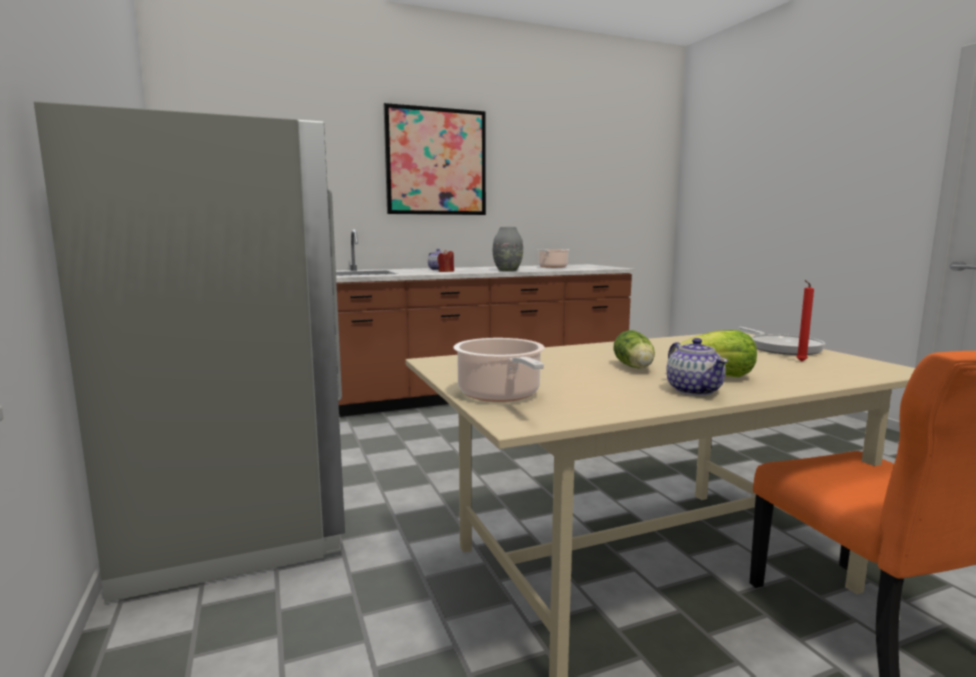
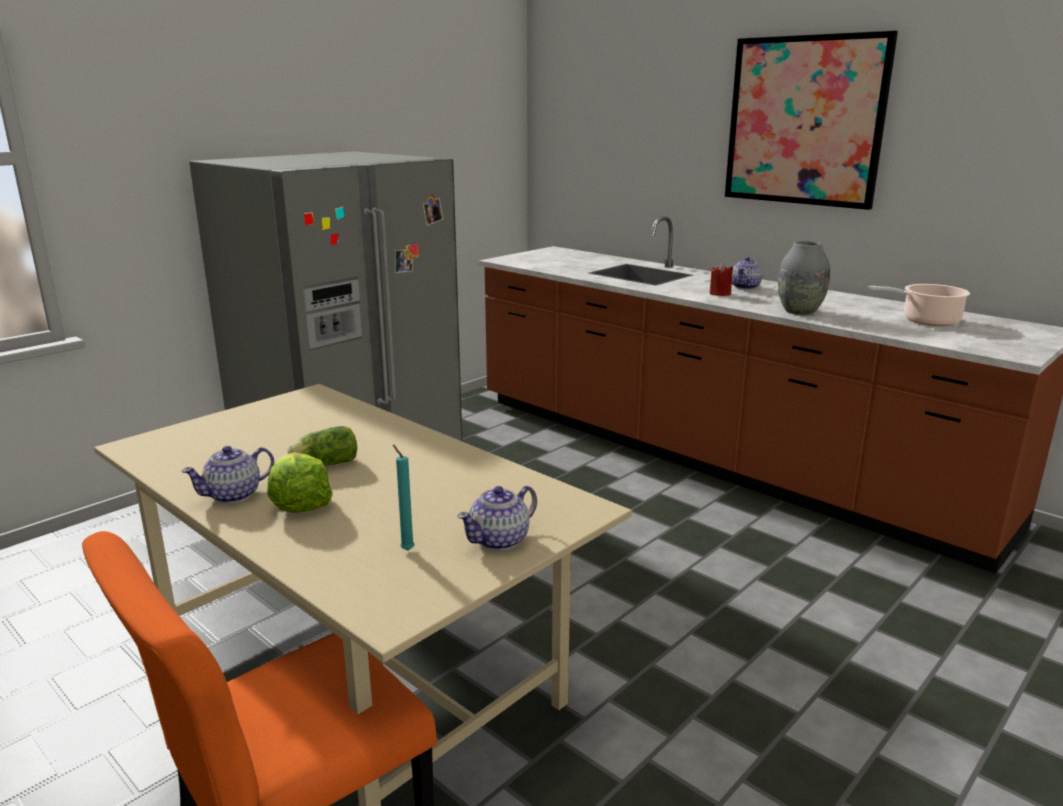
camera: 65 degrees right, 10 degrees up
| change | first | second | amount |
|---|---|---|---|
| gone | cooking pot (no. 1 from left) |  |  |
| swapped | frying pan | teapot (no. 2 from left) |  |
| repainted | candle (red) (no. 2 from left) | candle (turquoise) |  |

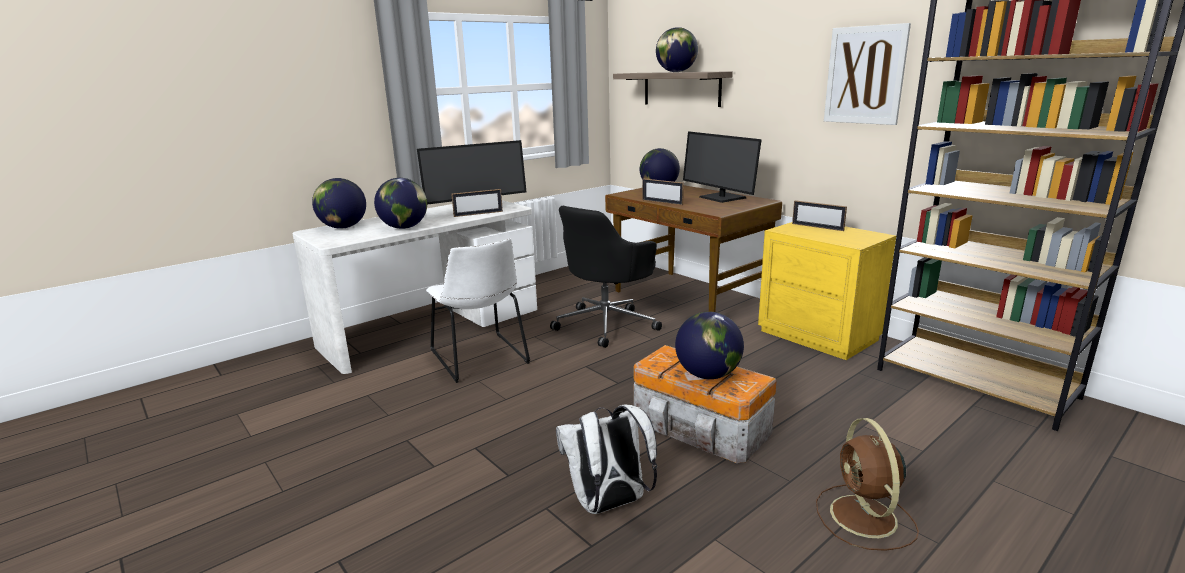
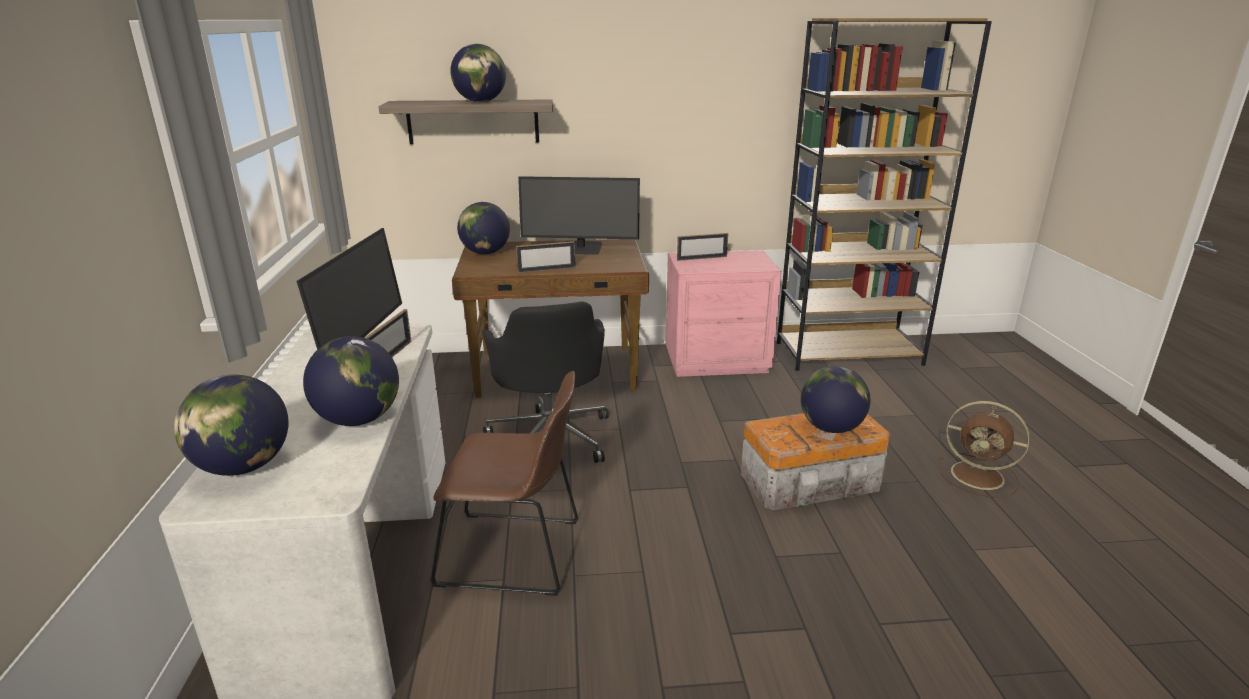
camera: 55 degrees left, 5 degrees up
| change | first | second | amount |
|---|---|---|---|
| gone | backpack (white) |  |  |
| gone | picture |  |  |
| repainted | chair (white) | chair (brown) |  |
| repainted | nightstand (yellow) | nightstand (pink) |  |

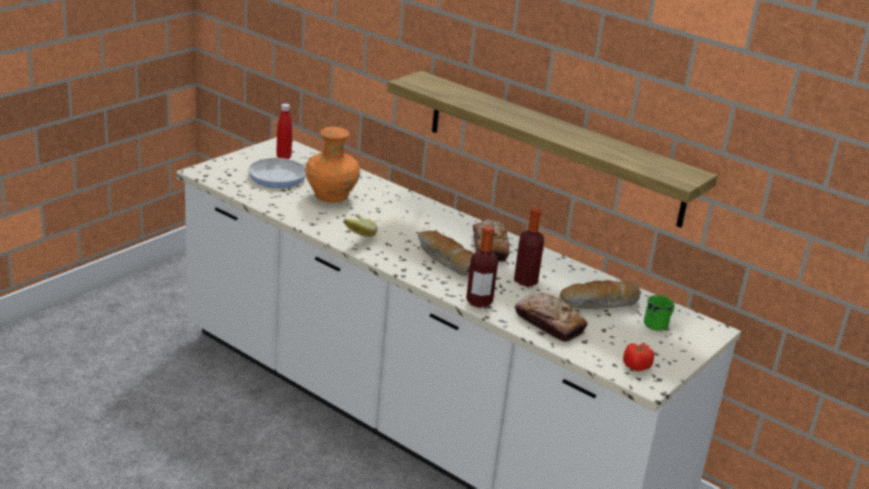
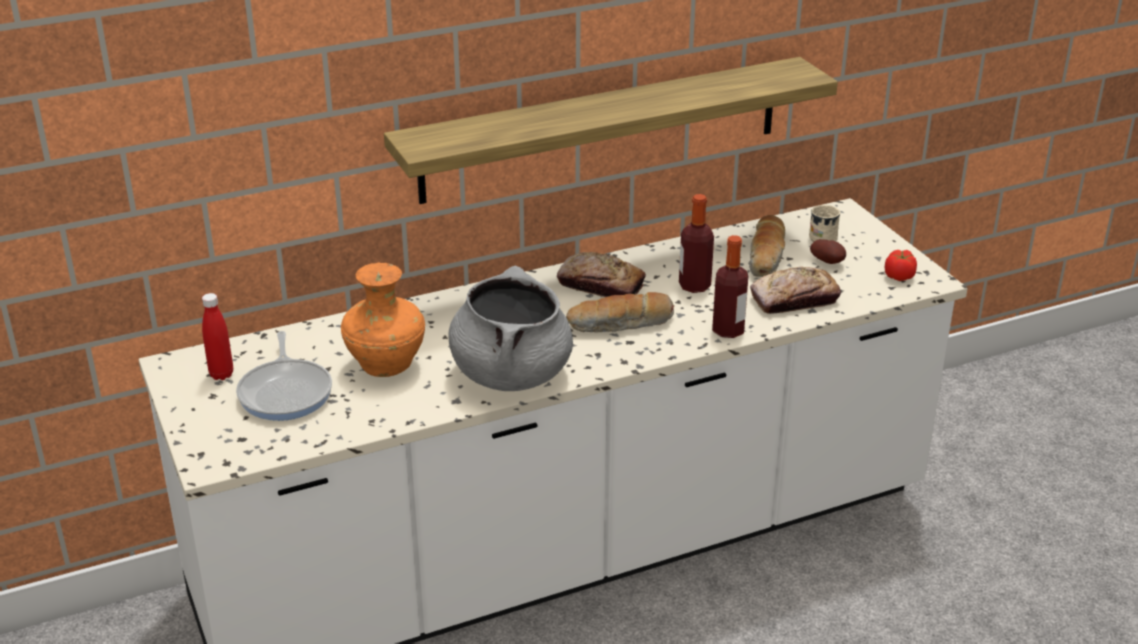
camera: 60 degrees left, 5 degrees up
| change | first | second | amount |
|---|---|---|---|
| new |  | potato |  |
| swapped | banana | cooking pot (grey) |  |
| repainted | mug (green) | mug (beige) |  |

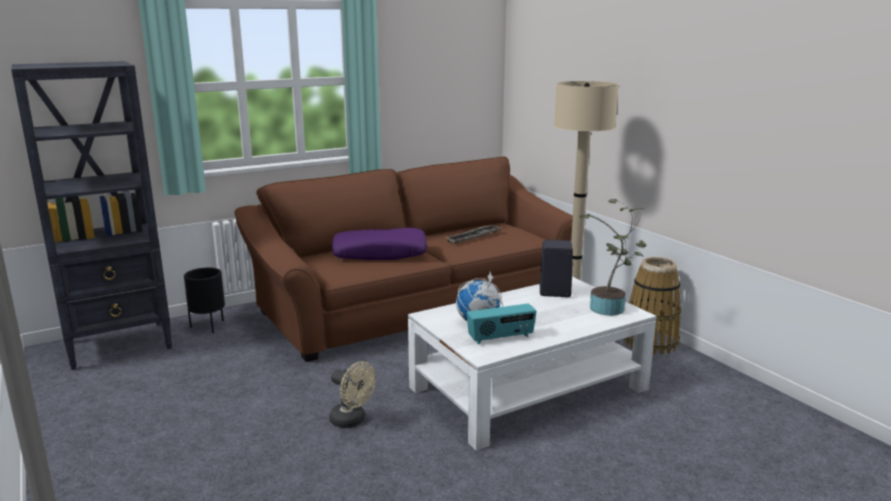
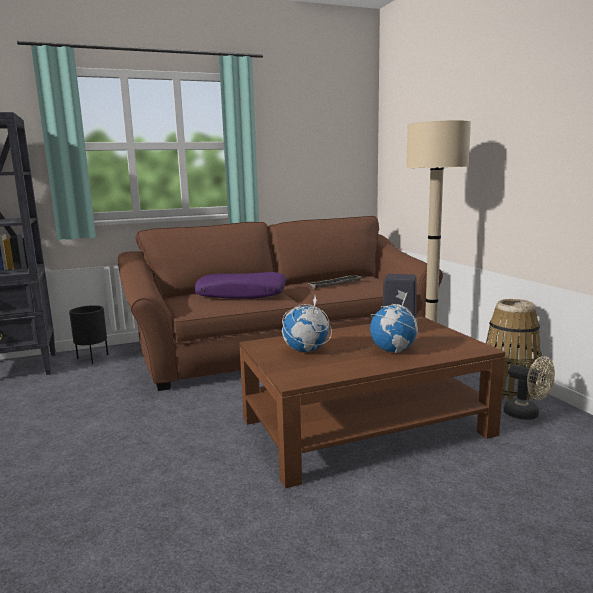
camera: 10 degrees right, 5 degrees down
| change | first | second | amount |
|---|---|---|---|
| gone | radio |  |  |
| gone | potted plant |  |  |
| new |  | globe (no. 2 from left) |  |
| shifted | fan (beige) |  |  |
| repainted | coffee table (white) | coffee table (brown) |  |

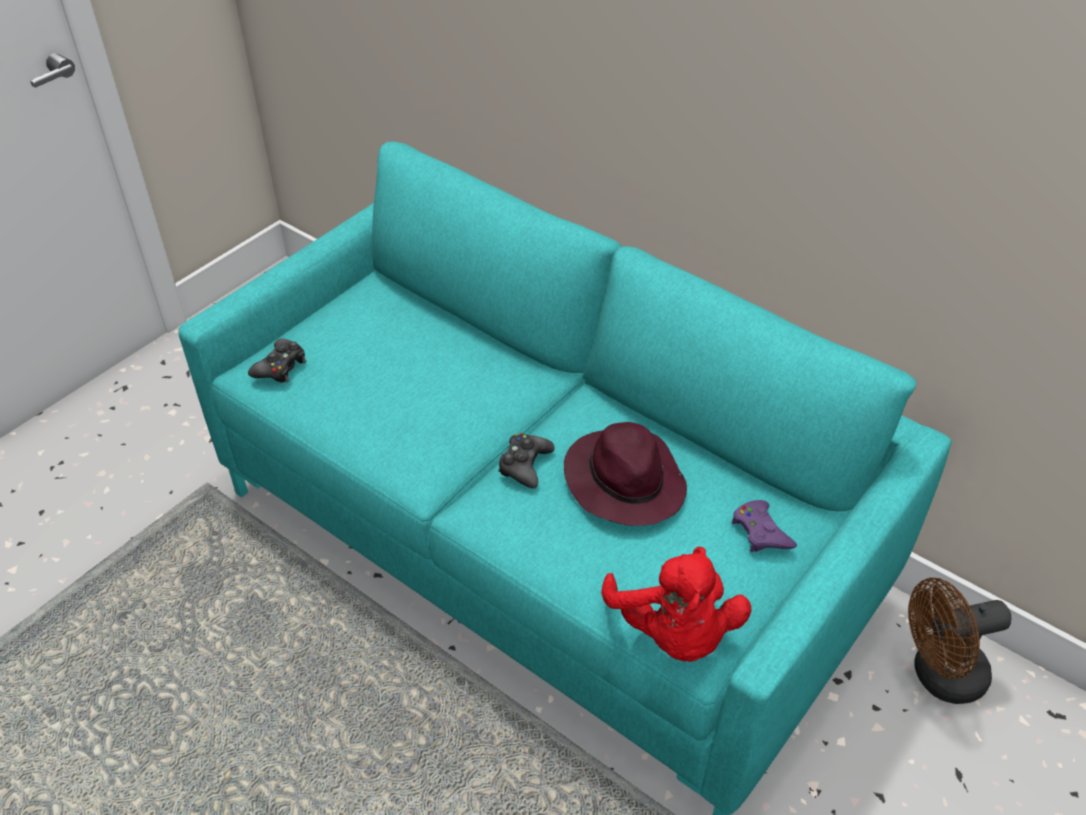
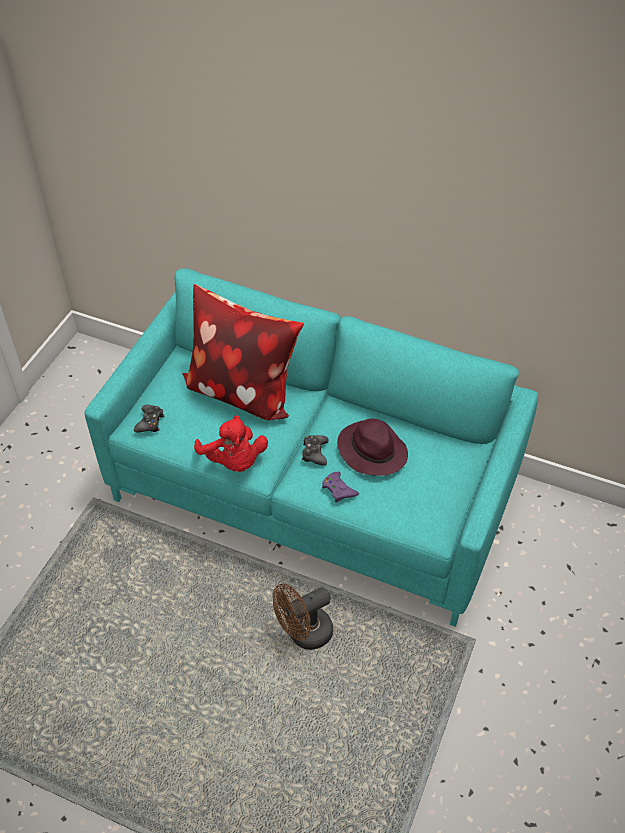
camera: 15 degrees left, 5 degrees up
| change | first | second | amount |
|---|---|---|---|
| new |  | pillow |  |
| shifted | plush toy (red) |  |  |
| shifted | game controller (purple) |  |  |
| shifted | fan (brown) |  |  |

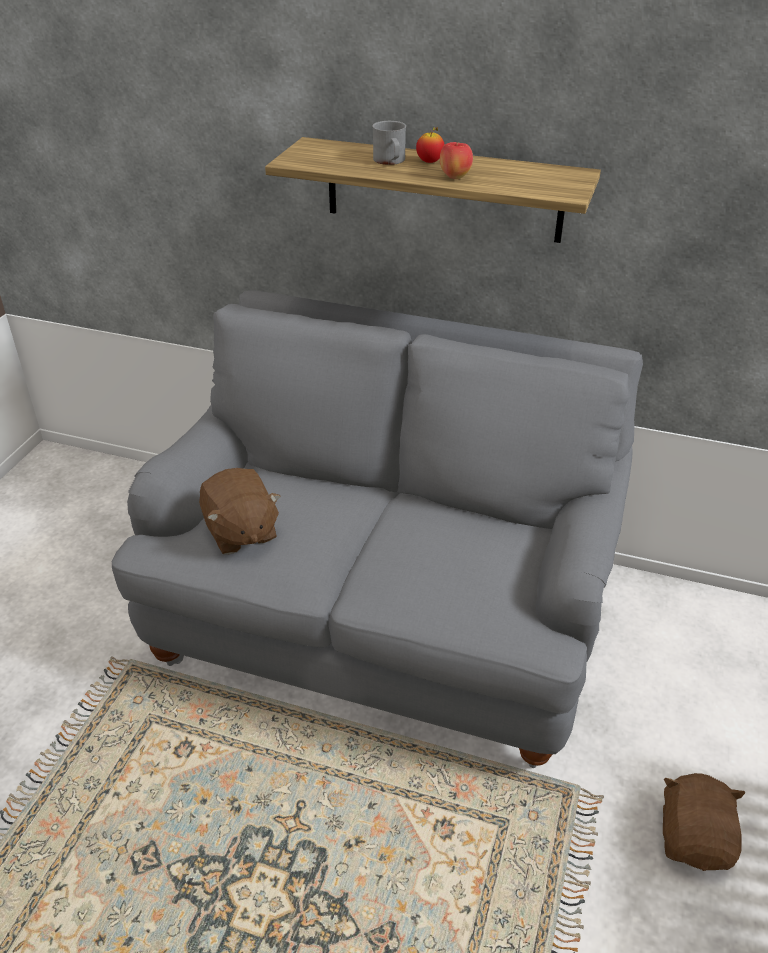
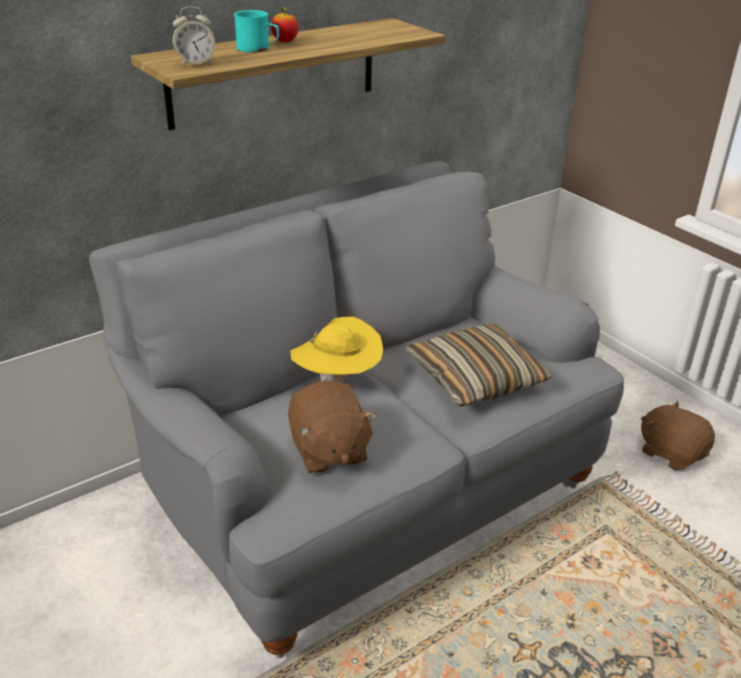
camera: 55 degrees left, 5 degrees down
| change | first | second | amount |
|---|---|---|---|
| gone | apple (no. 2 from left) |  |  |
| new |  | alarm clock |  |
| new |  | hat (yellow) |  |
| new |  | pillow |  |
| repainted | mug (grey) | mug (turquoise) |  |
| rotated | plush toy (brown) (no. 1 from left) |  | 60 degrees clockwise |

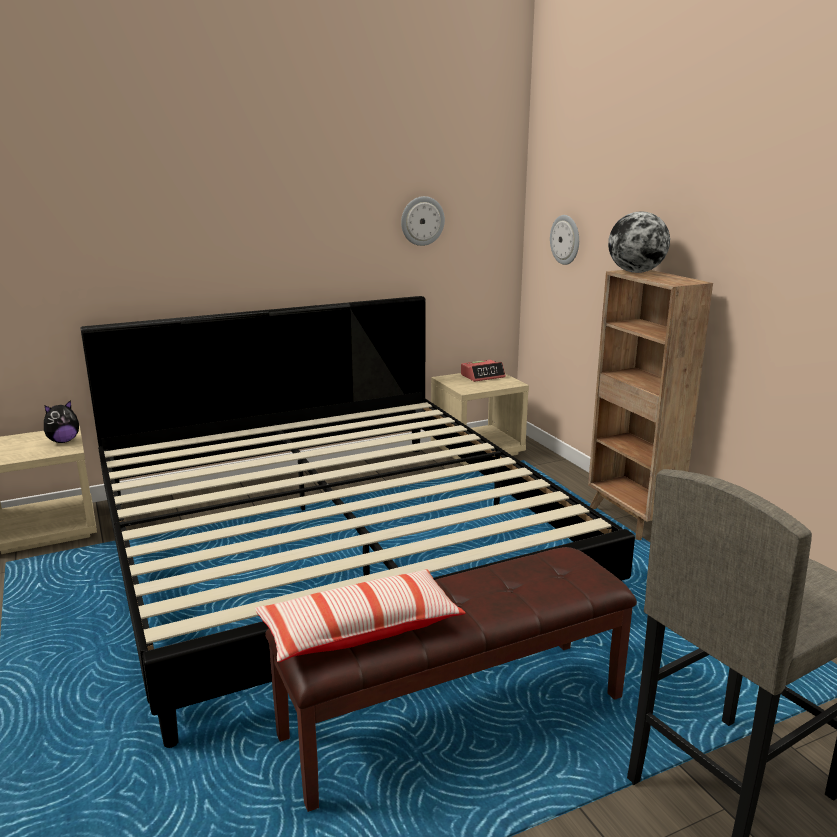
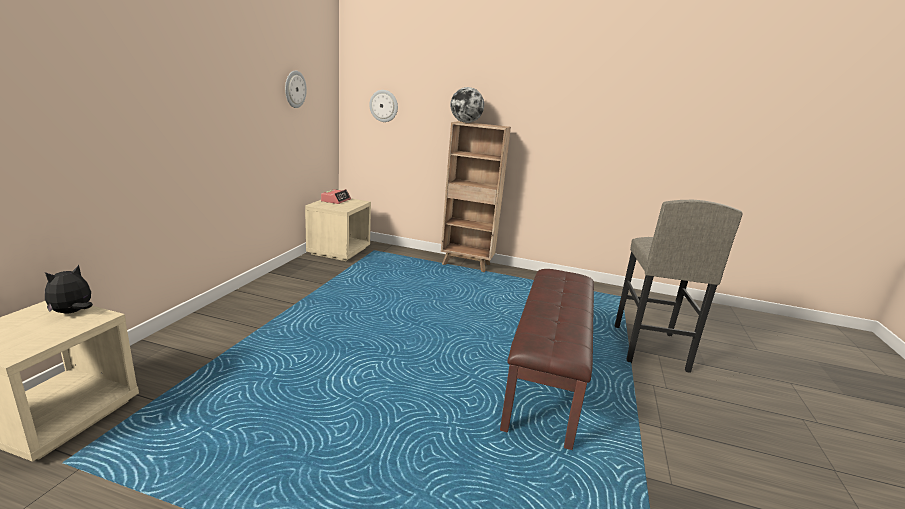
camera: 50 degrees left, 0 degrees up
| change | first | second | amount |
|---|---|---|---|
| gone | bed |  |  |
| gone | pillow |  |  |
| rotated | plush toy |  | 150 degrees counterclockwise |

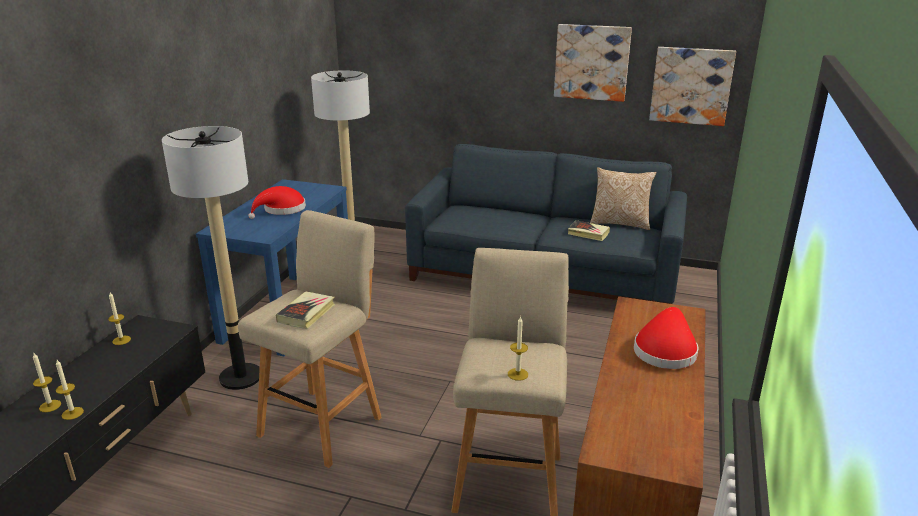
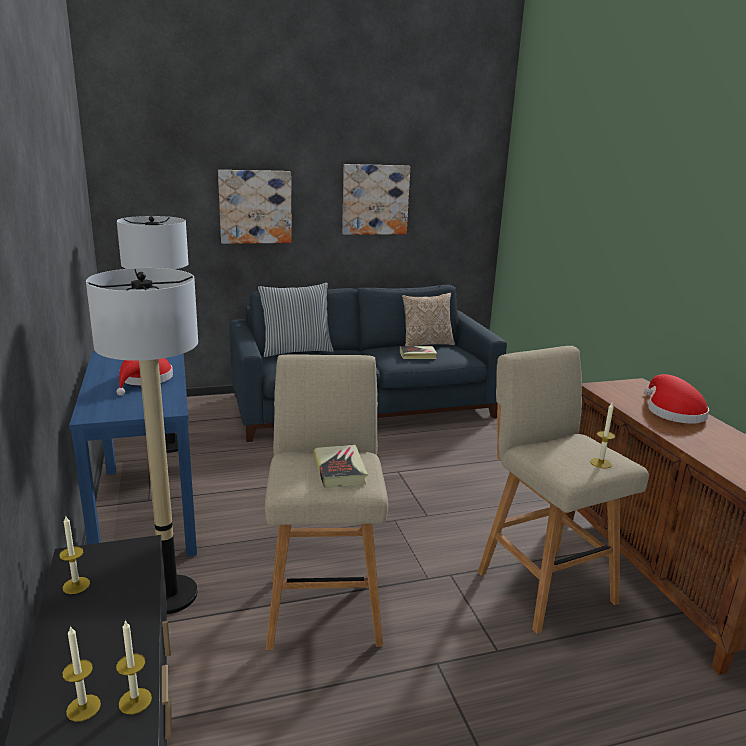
camera: 35 degrees left, 5 degrees down
| change | first | second | amount |
|---|---|---|---|
| new |  | pillow (no. 1 from left) |  |
| shifted | picture (no. 2 from left in the first image) | picture (no. 1 from left) |  |

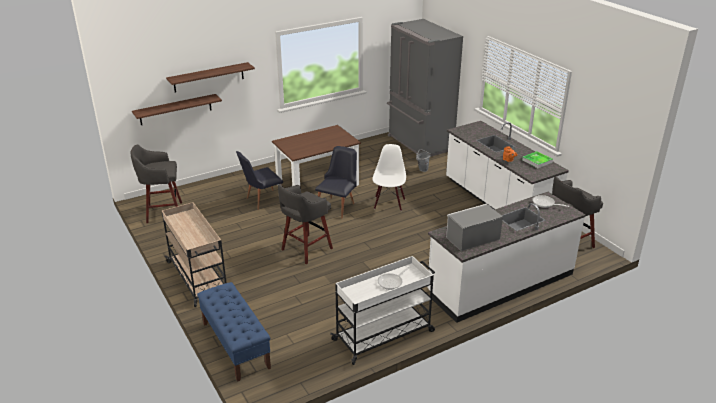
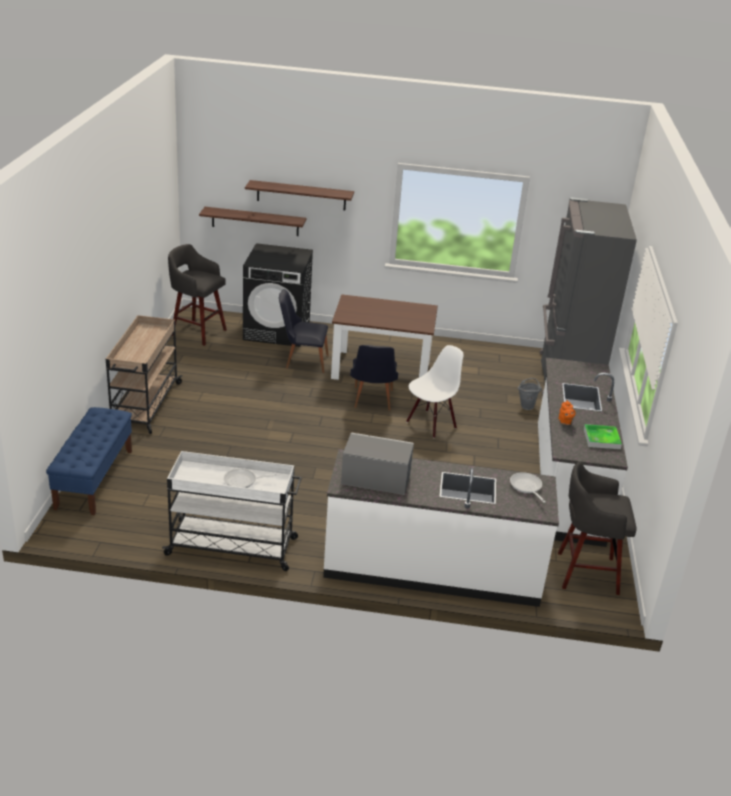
camera: 35 degrees right, 0 degrees up
| change | first | second | amount |
|---|---|---|---|
| gone | stool (grey) (no. 2 from left) |  |  |
| new |  | washing machine (black) |  |
| rotated | chair (black) (no. 2 from left) |  | 120 degrees clockwise |

